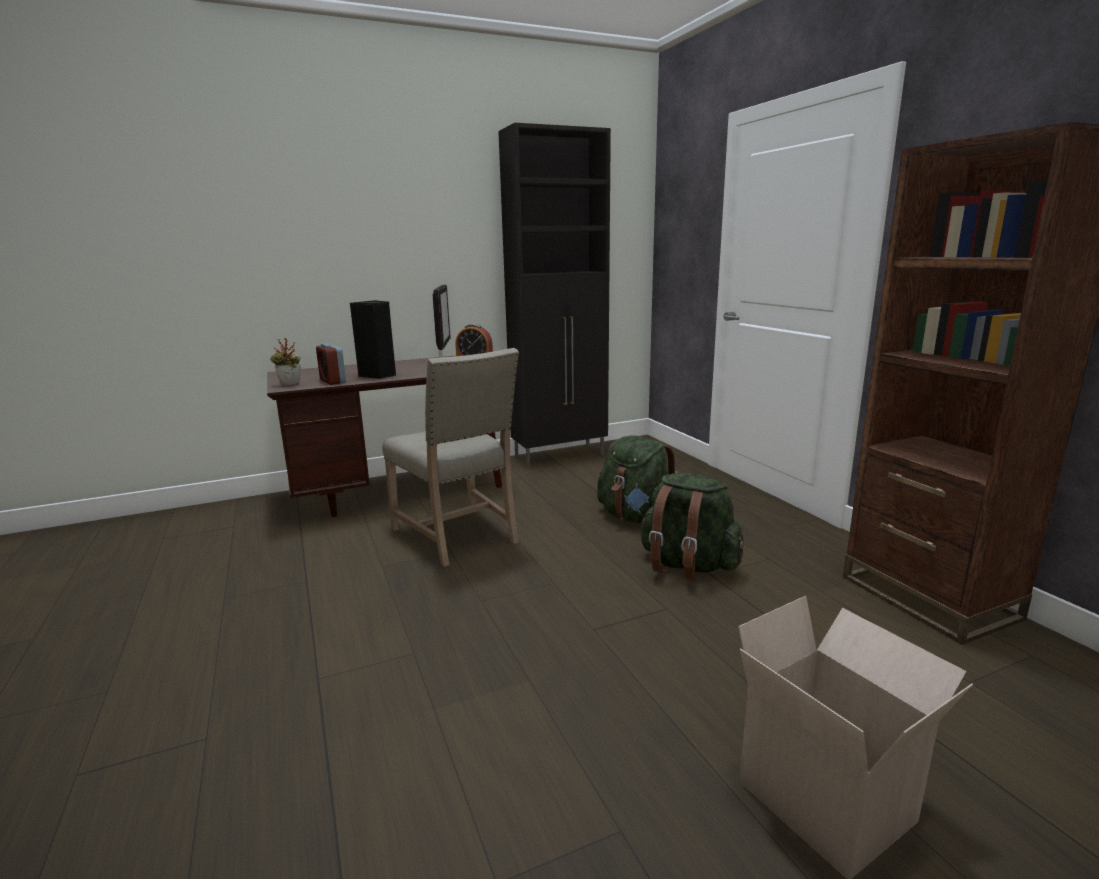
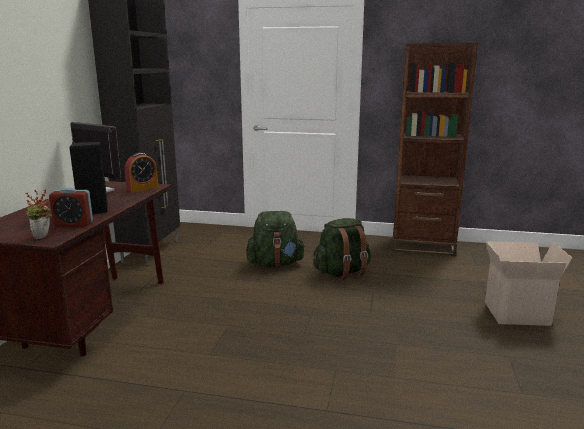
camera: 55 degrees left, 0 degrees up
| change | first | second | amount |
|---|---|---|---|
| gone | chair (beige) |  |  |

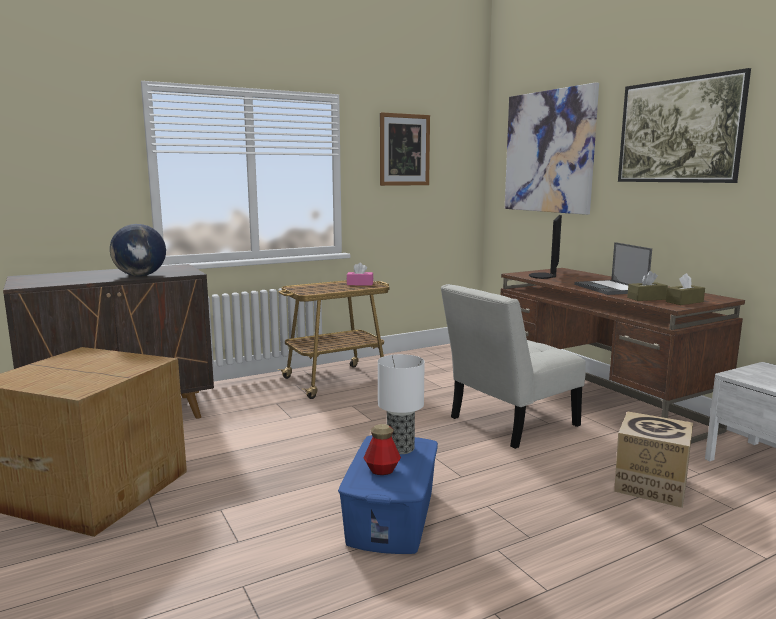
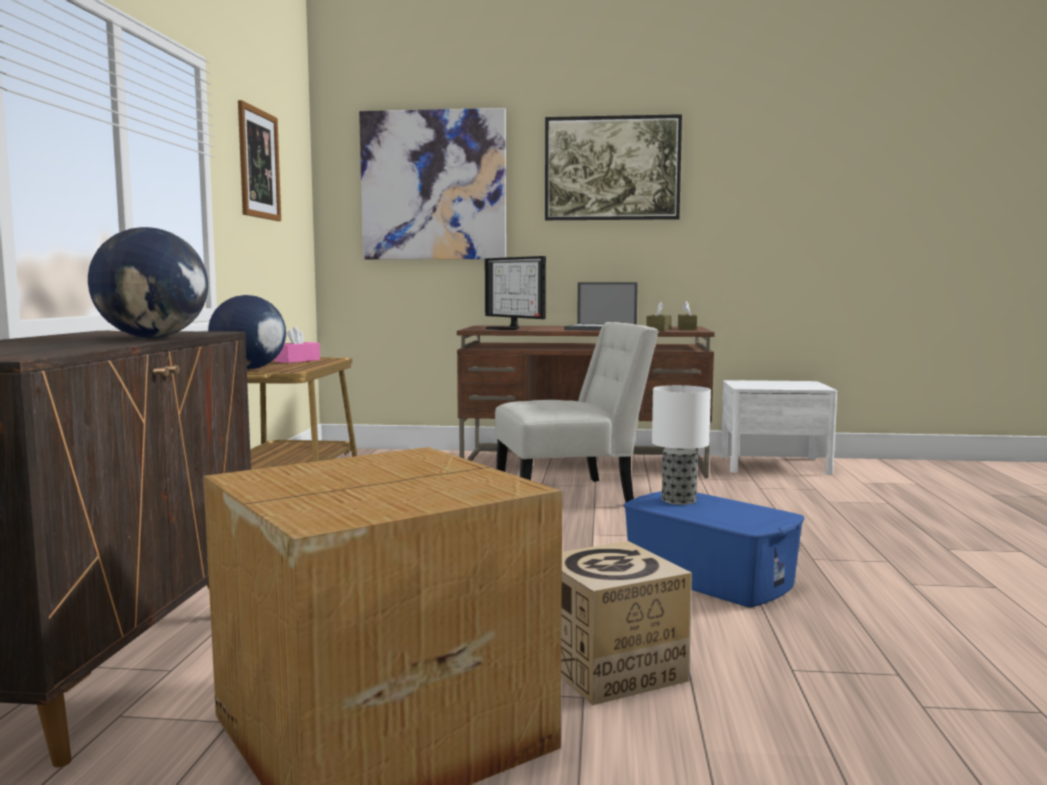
camera: 55 degrees left, 5 degrees down
| change | first | second | amount |
|---|---|---|---|
| gone | bottle |  |  |
| new |  | globe (no. 2 from left) |  |
| shifted | cardboard box (no. 2 from left) |  |  |
| rotated | chair (white) |  | 105 degrees counterclockwise |

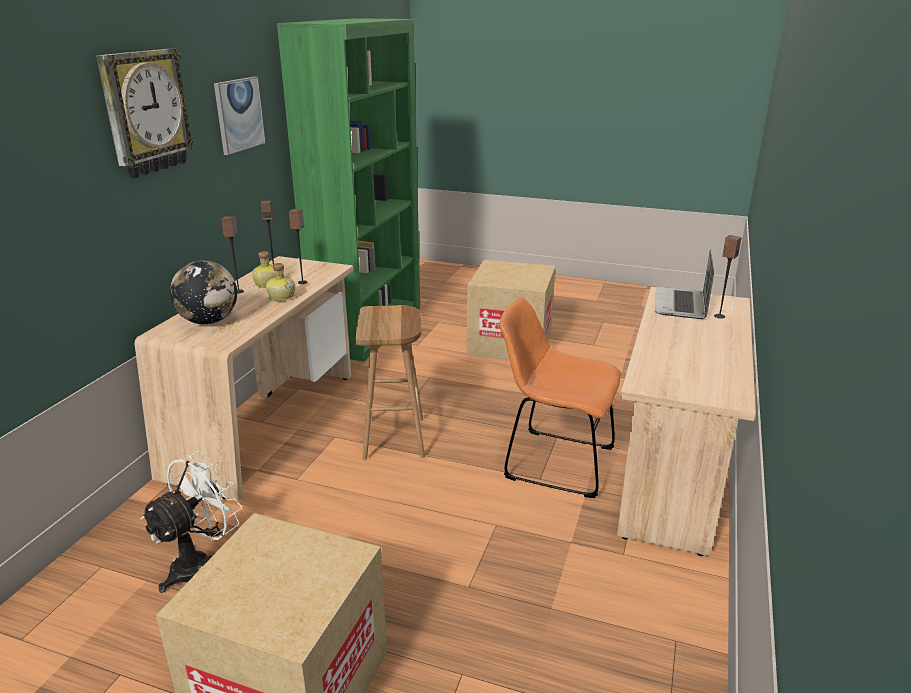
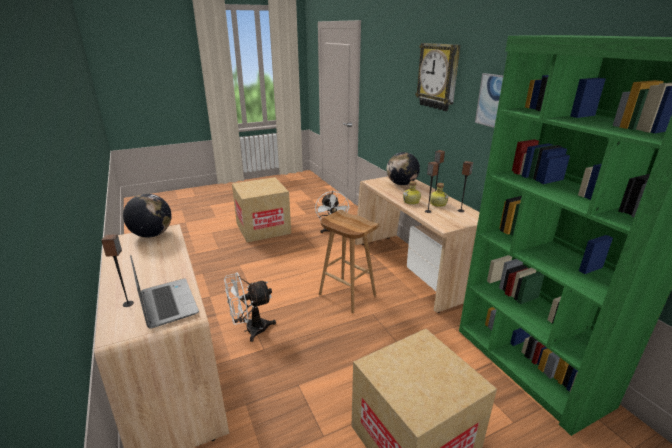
camera: 135 degrees right, 0 degrees up
| change | first | second | amount |
|---|---|---|---|
| new |  | globe (no. 1 from left) |  |
| swapped | chair (orange) | fan (white) (no. 1 from left) |  |

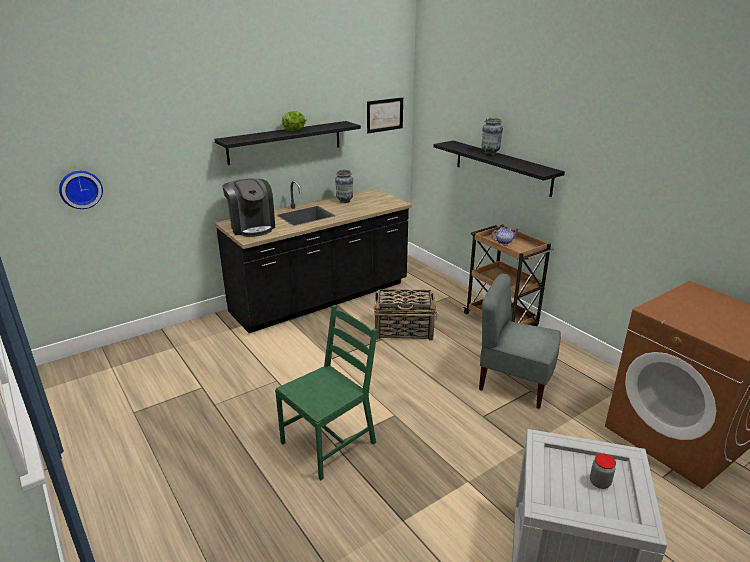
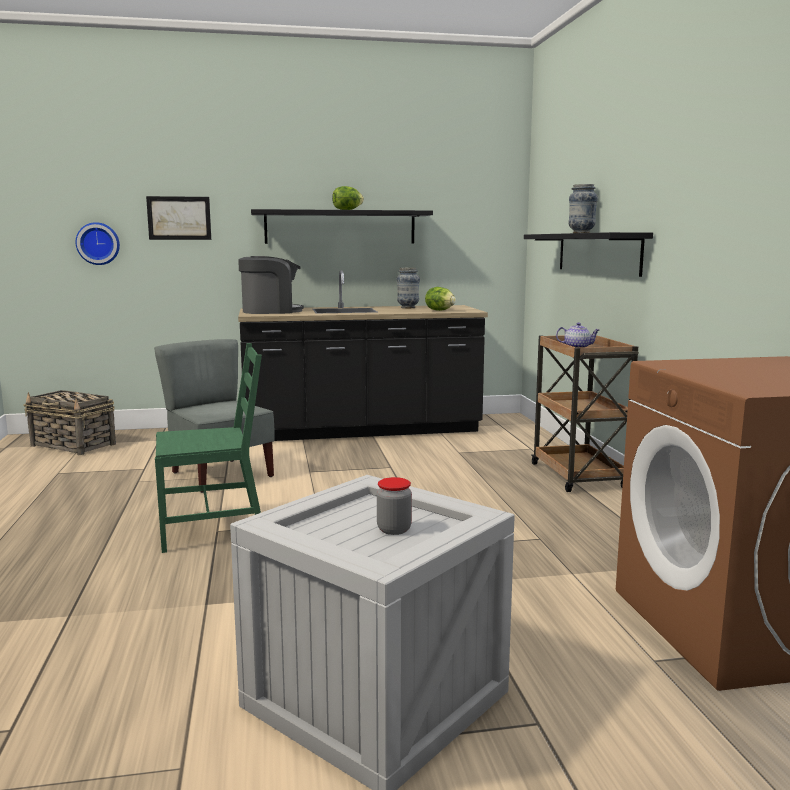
camera: 25 degrees right, 15 degrees down
| change | first | second | amount |
|---|---|---|---|
| new |  | lettuce (no. 2 from left) |  |
| shifted | picture |  |  |
| shifted | basket |  |  |
| shifted | chair (grey) |  |  |
| rotated | coffee machine |  | 105 degrees counterclockwise |

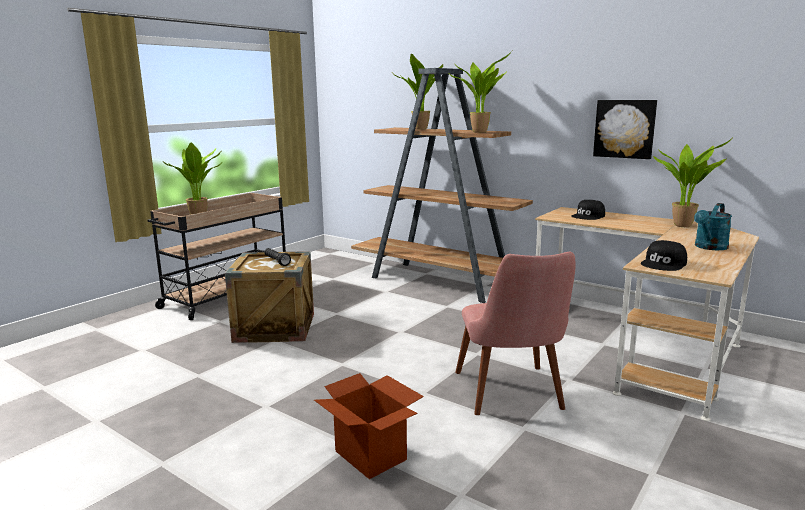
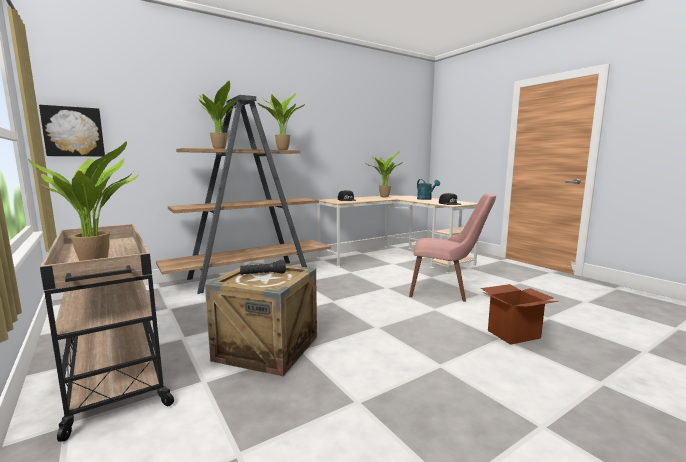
camera: 70 degrees left, 5 degrees down
| change | first | second | amount |
|---|---|---|---|
| shifted | picture |  |  |

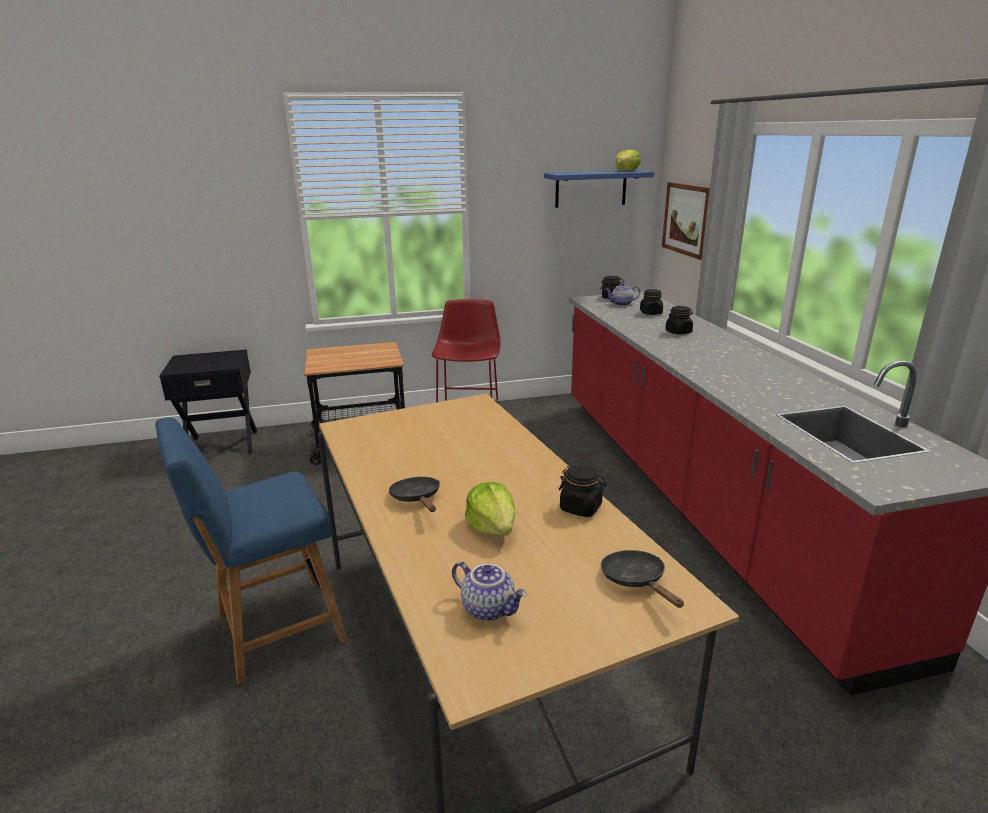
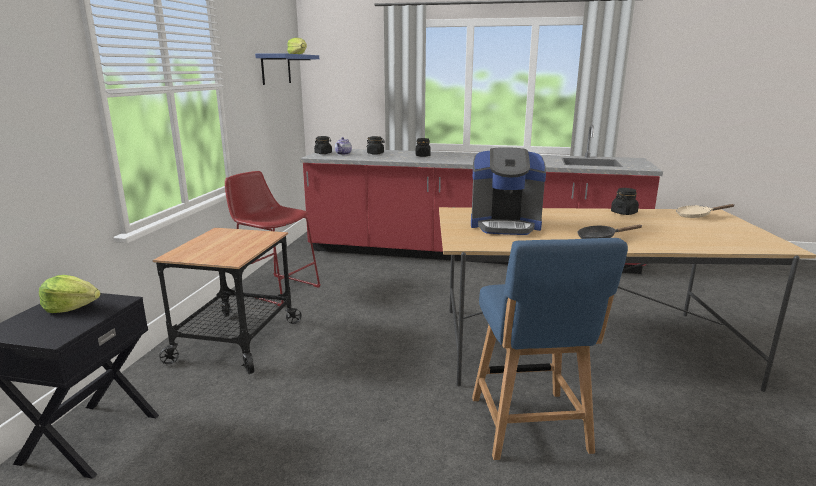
camera: 65 degrees left, 5 degrees down
| change | first | second | amount |
|---|---|---|---|
| gone | teapot (no. 1 from left) |  |  |
| gone | picture |  |  |
| new |  | coffee machine |  |
| shifted | lettuce (no. 1 from left) |  |  |
| repainted | frying pan (black) (no. 2 from left) | frying pan (beige) |  |

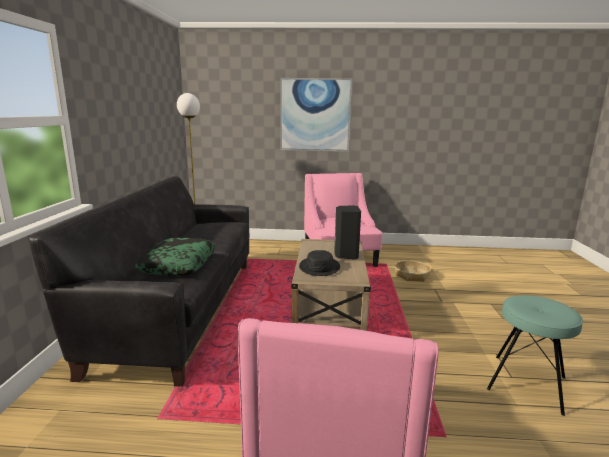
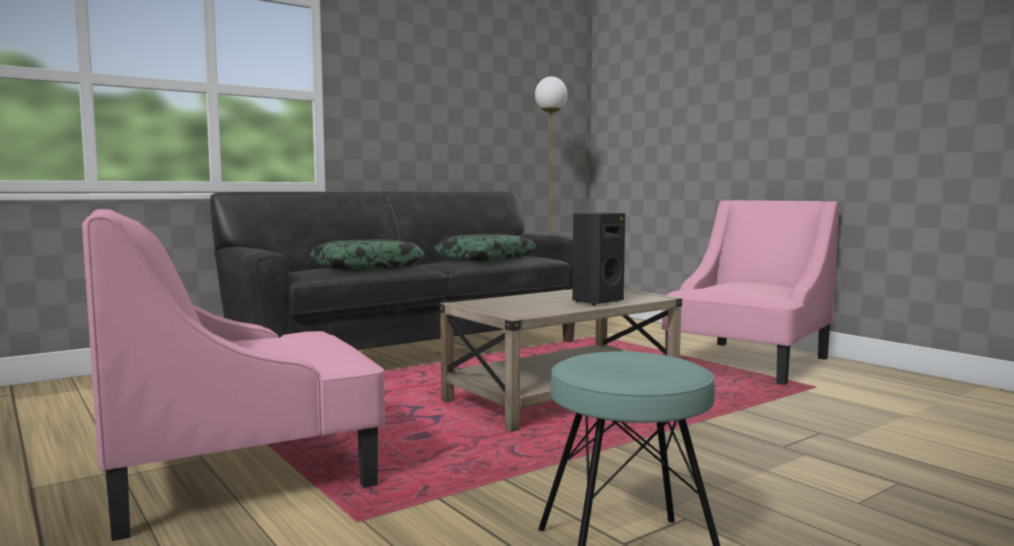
camera: 50 degrees right, 10 degrees down
| change | first | second | amount |
|---|---|---|---|
| gone | picture |  |  |
| gone | hat (black) |  |  |
| gone | basket |  |  |
| new |  | pillow (no. 2 from left) |  |

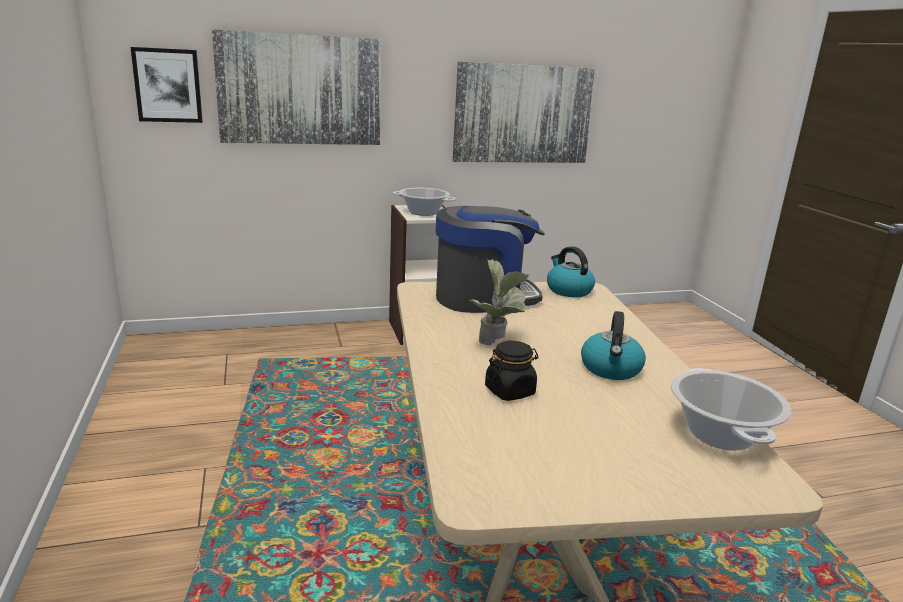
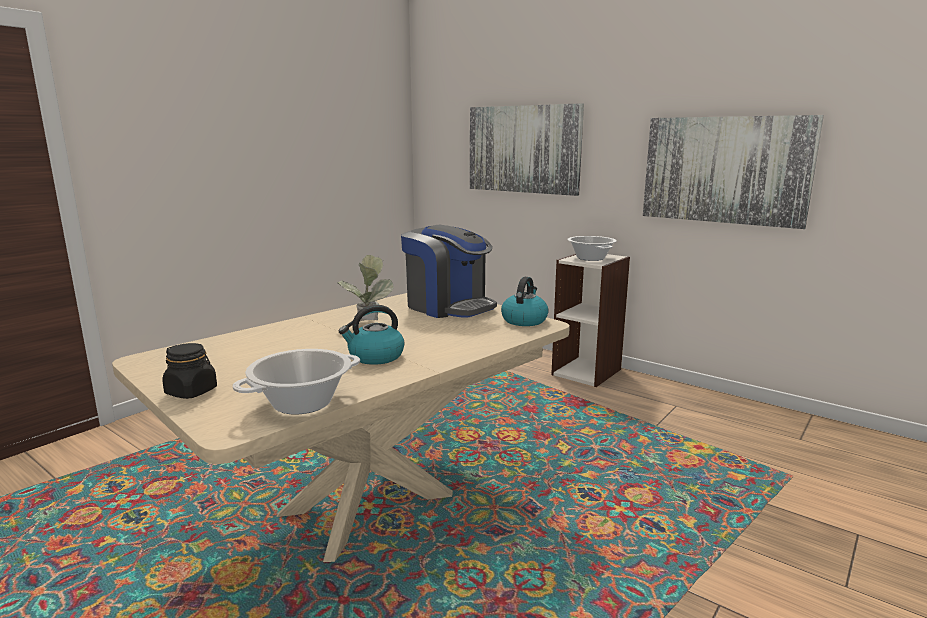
camera: 55 degrees right, 5 degrees down
| change | first | second | amount |
|---|---|---|---|
| gone | picture (no. 1 from left) |  |  |
| shifted | jar (black) |  |  |

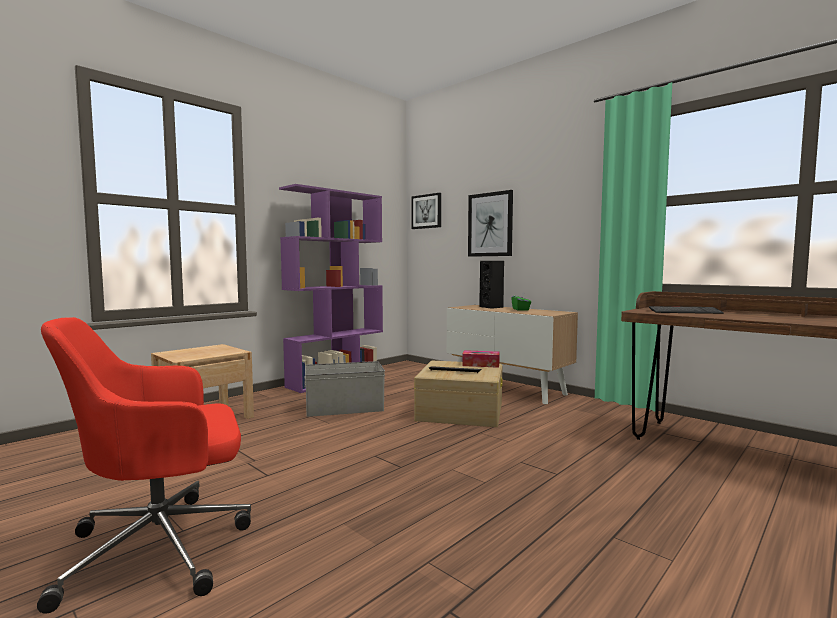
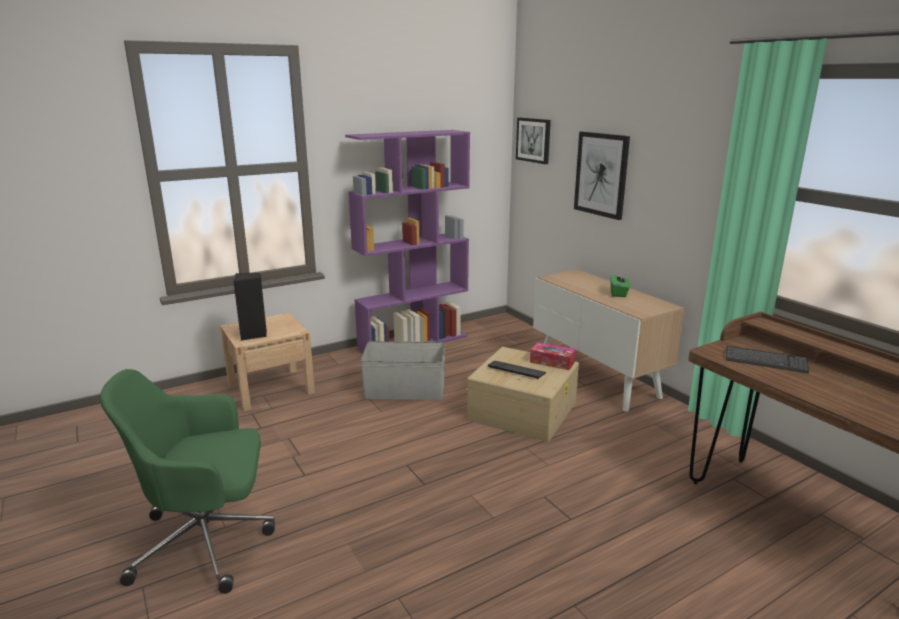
camera: 15 degrees right, 15 degrees up
| change | first | second | amount |
|---|---|---|---|
| shifted | speaker (black) |  |  |
| repainted | office chair (red) | office chair (green) |  |

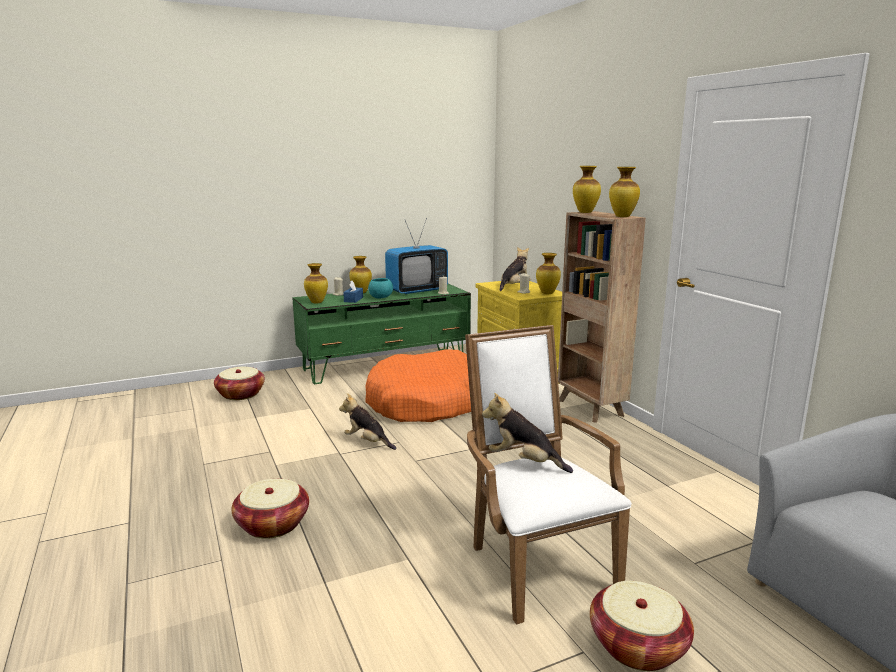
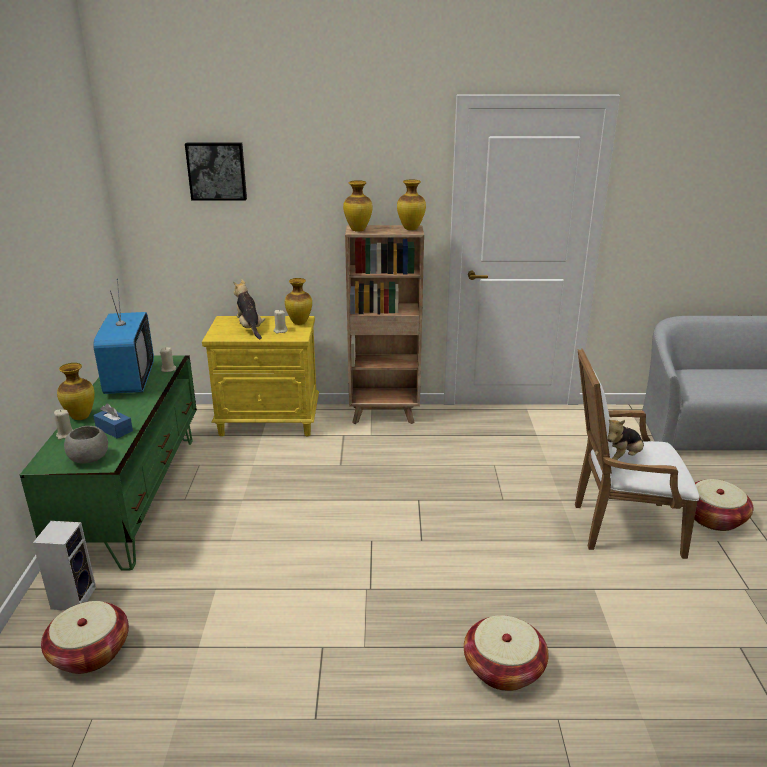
camera: 65 degrees left, 10 degrees up
| change | first | second | amount |
|---|---|---|---|
| gone | plush toy (no. 1 from left) |  |  |
| gone | dog bed (orange) |  |  |
| gone | bowl (turquoise) |  |  |
| new |  | speaker |  |
| new |  | picture |  |
| swapped | vase (no. 1 from left) | bowl (grey) |  |

